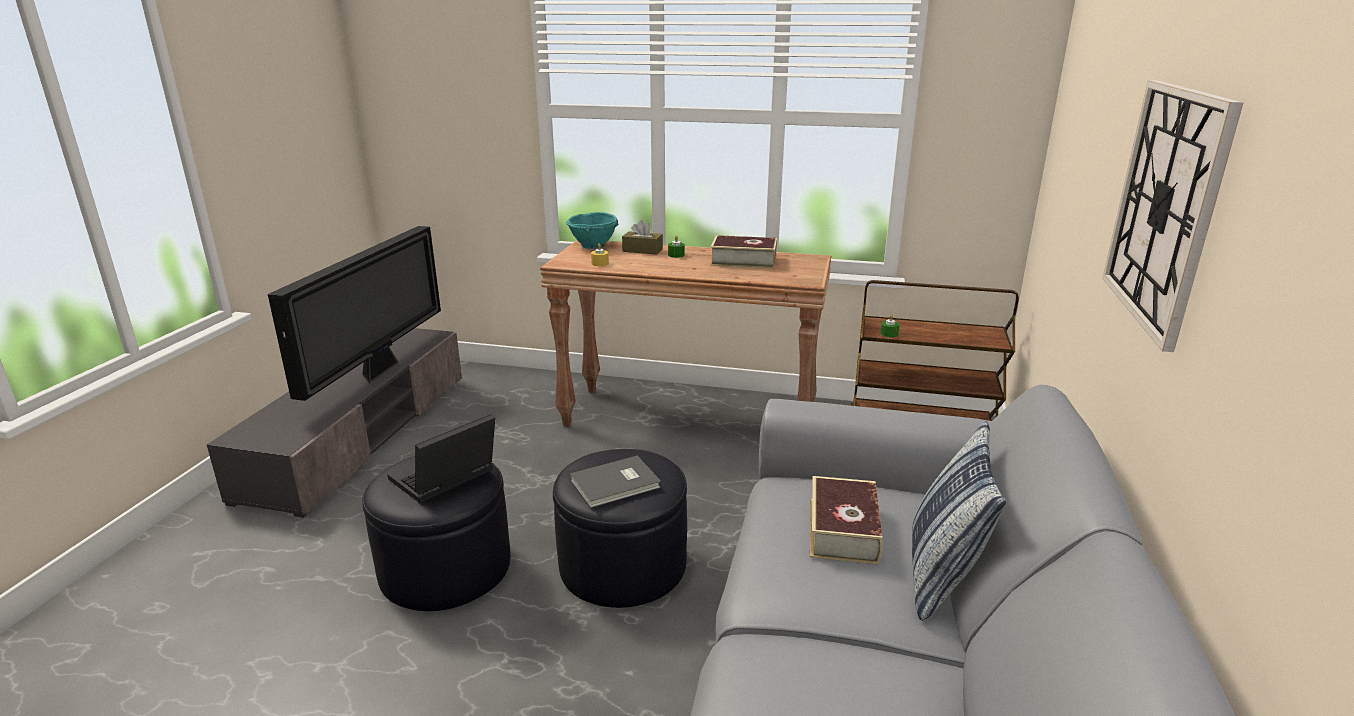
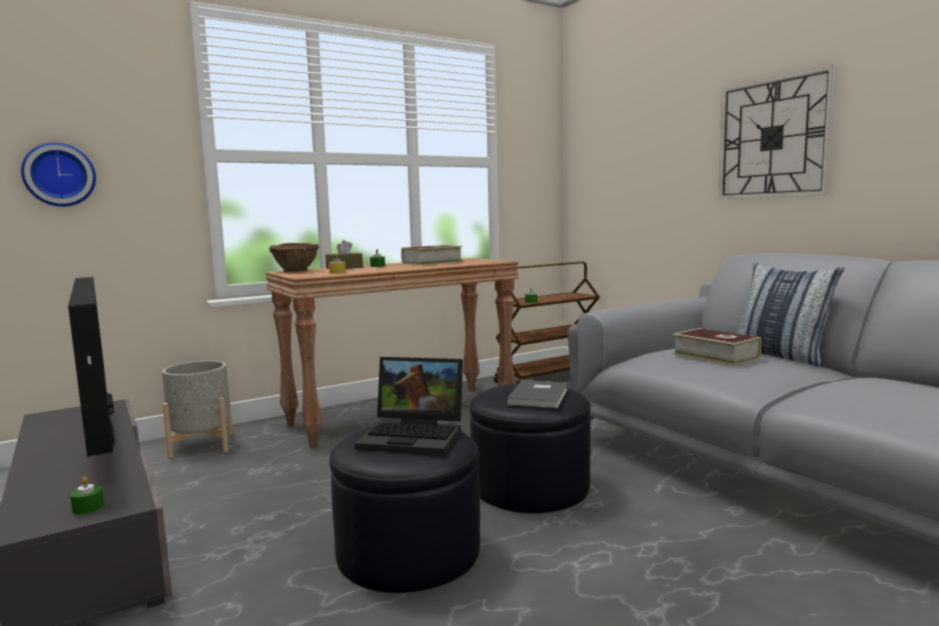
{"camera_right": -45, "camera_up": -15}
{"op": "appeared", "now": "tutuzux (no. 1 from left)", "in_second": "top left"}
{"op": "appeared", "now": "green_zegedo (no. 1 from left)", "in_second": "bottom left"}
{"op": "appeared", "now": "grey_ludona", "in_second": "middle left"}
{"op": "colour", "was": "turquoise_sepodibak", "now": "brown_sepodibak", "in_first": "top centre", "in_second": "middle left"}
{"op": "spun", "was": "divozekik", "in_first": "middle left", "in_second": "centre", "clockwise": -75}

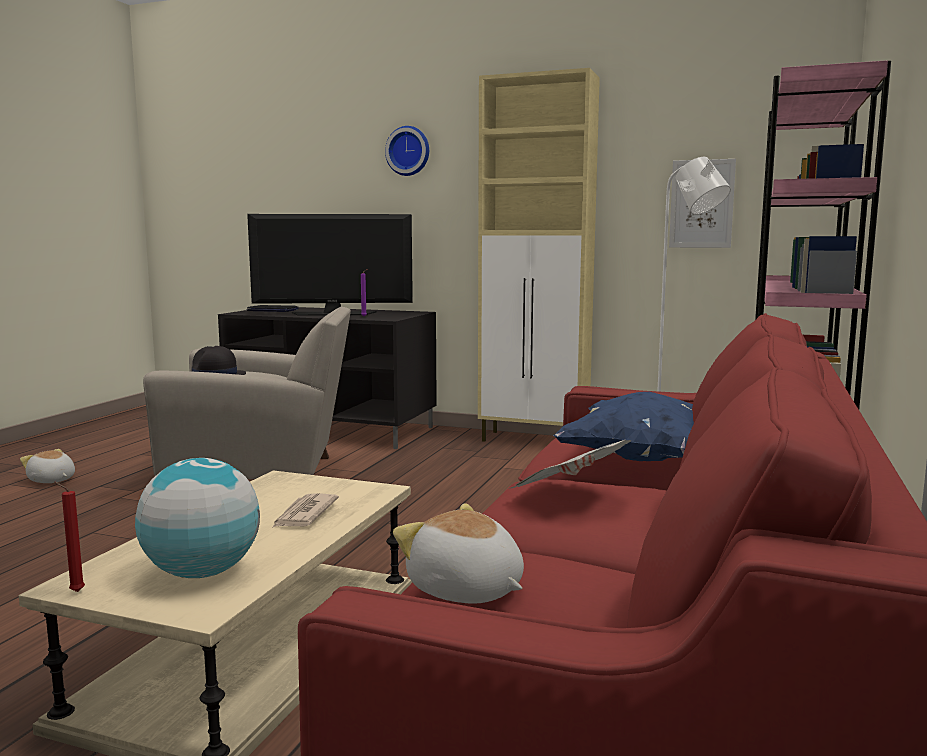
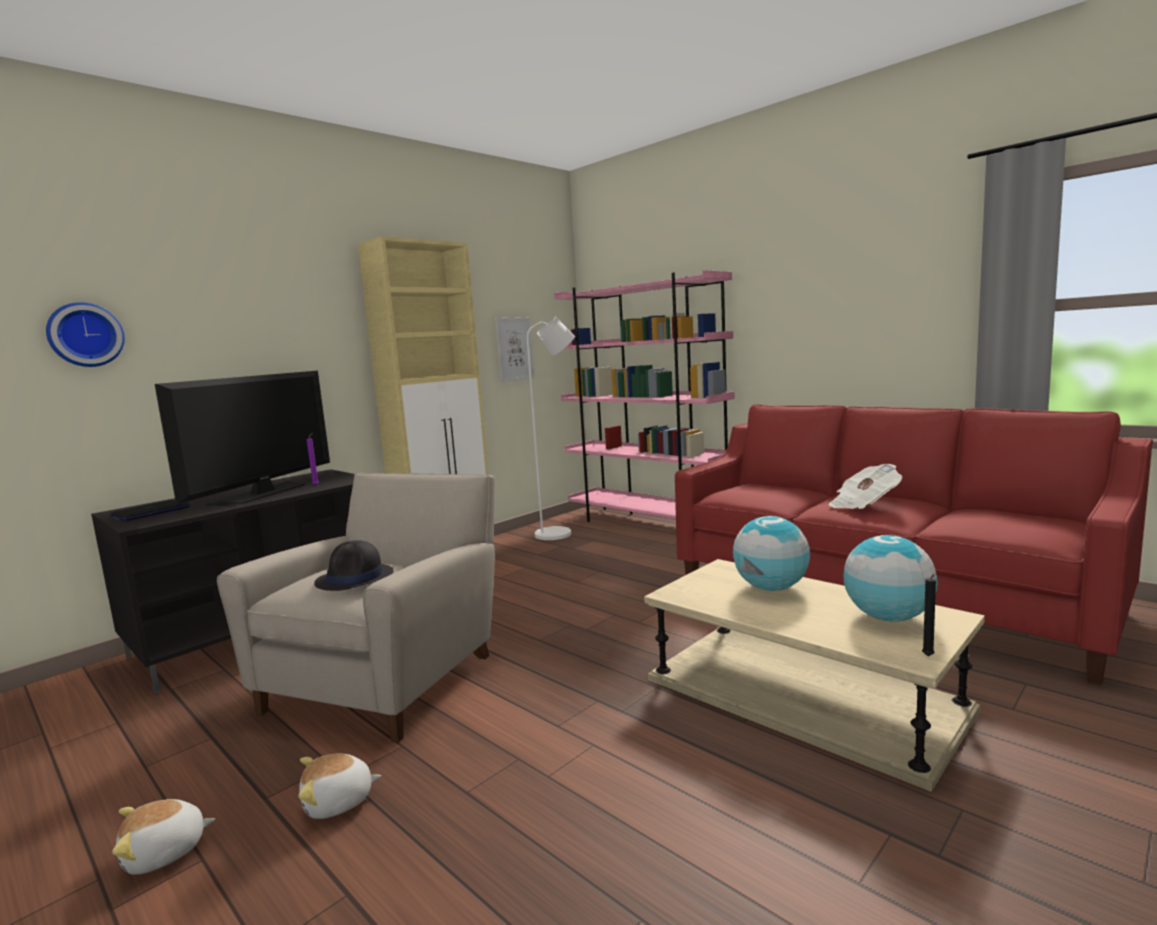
{"camera_right": -65, "camera_up": 0}
{"op": "relocated", "was": "tutuzux", "in_first": "top centre", "in_second": "middle left"}
{"op": "relocated", "was": "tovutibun (no. 2 from left)", "in_first": "bottom centre", "in_second": "bottom left"}
{"op": "exchanged", "was": "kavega (no. 1 from left)", "now": "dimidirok (no. 1 from left)", "in_first": "bottom left", "in_second": "centre"}
{"op": "colour", "was": "red_zegedo", "now": "black_zegedo", "in_first": "bottom left", "in_second": "middle right"}
{"op": "missing", "was": "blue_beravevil", "in_first": "middle right"}

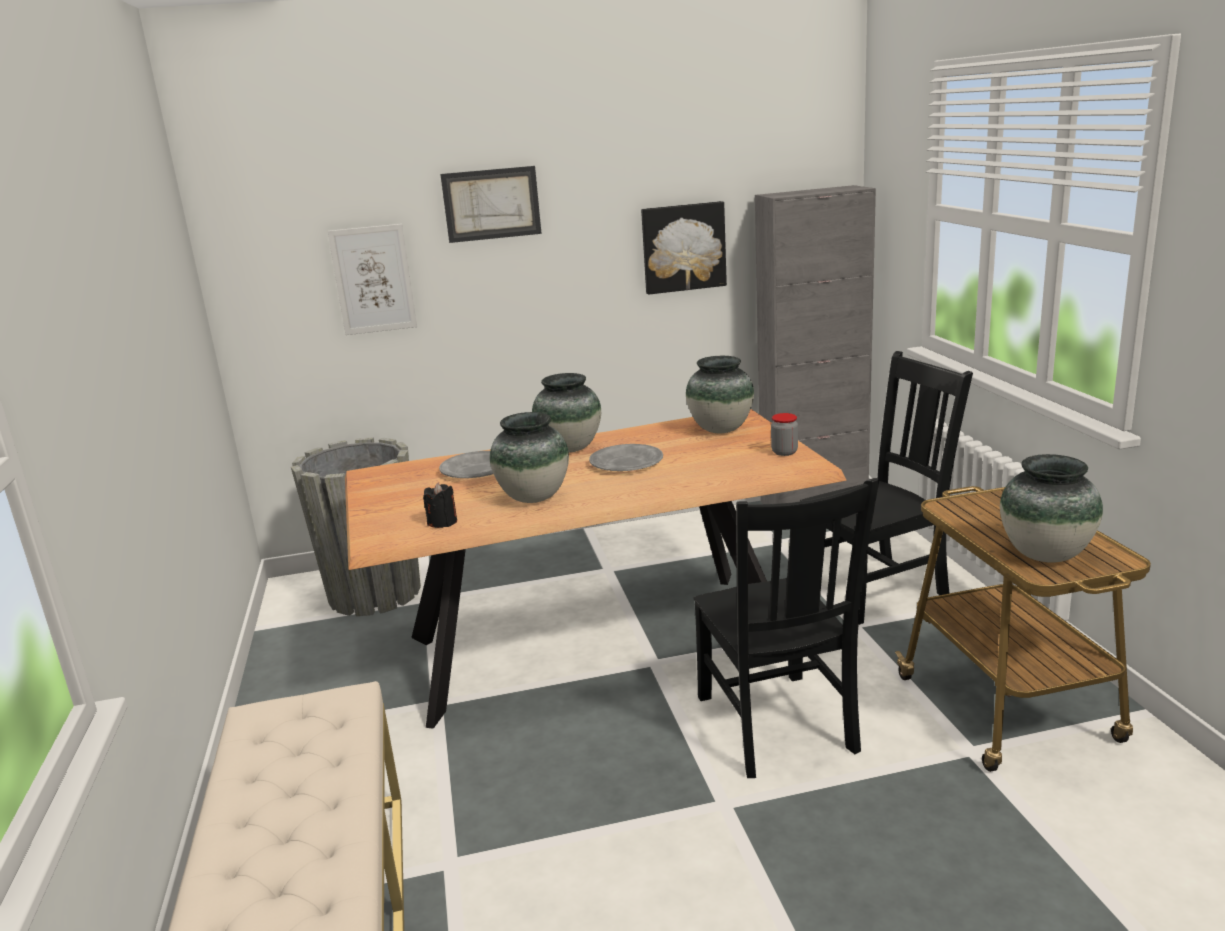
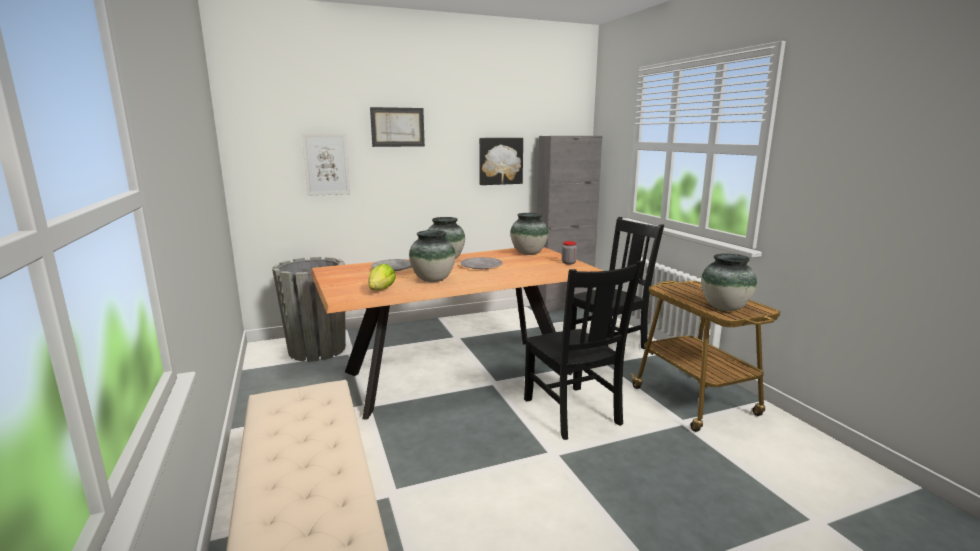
{"camera_right": -10, "camera_up": -5}
{"op": "exchanged", "was": "black_zegedo", "now": "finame", "in_first": "centre", "in_second": "centre"}

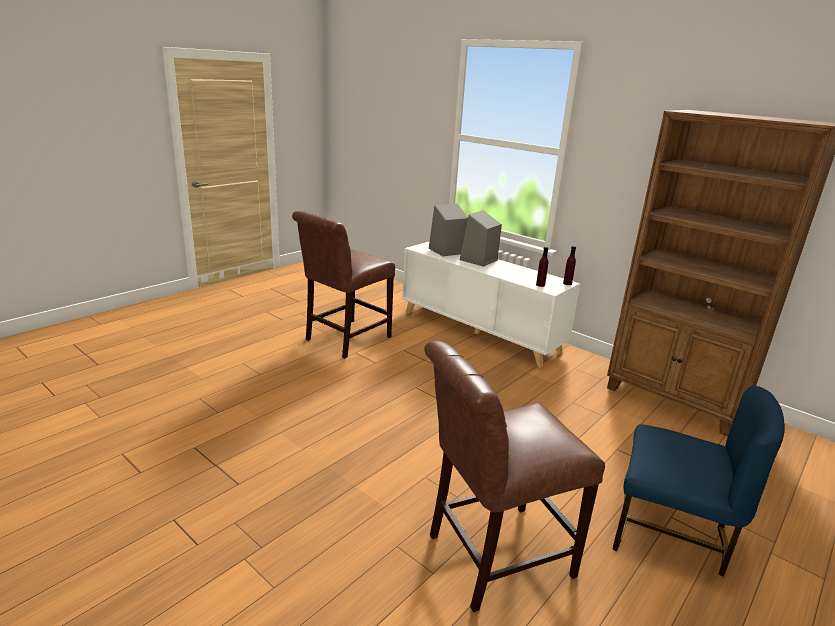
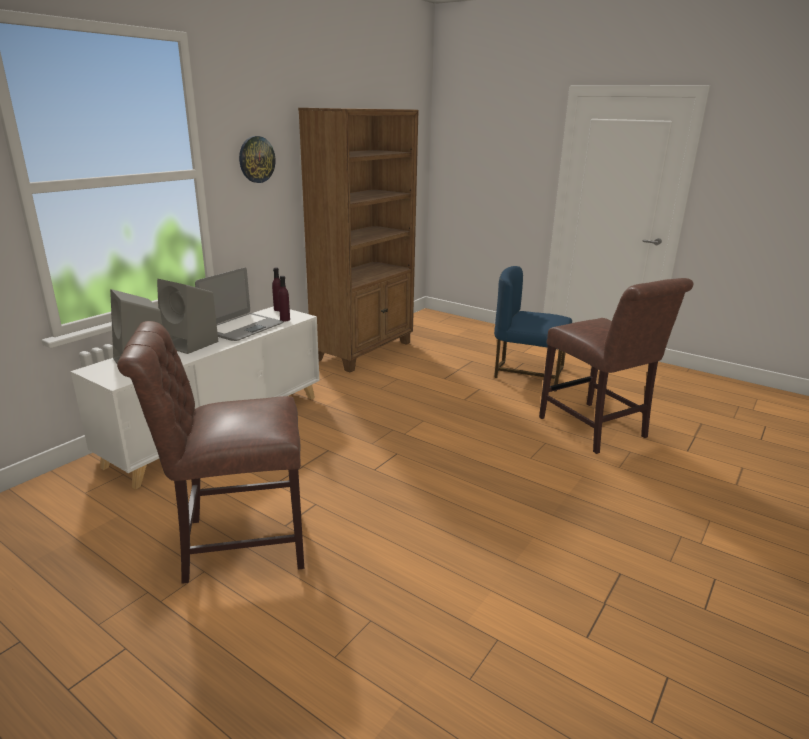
{"camera_right": -95, "camera_up": 0}
{"op": "spun", "was": "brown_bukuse (no. 1 from left)", "in_first": "centre", "in_second": "middle left", "clockwise": 135}
{"op": "appeared", "now": "divozekik", "in_second": "middle left"}
{"op": "appeared", "now": "tutuzux", "in_second": "top left"}
{"op": "spun", "was": "blue_bukuse", "in_first": "bottom right", "in_second": "centre", "clockwise": -90}

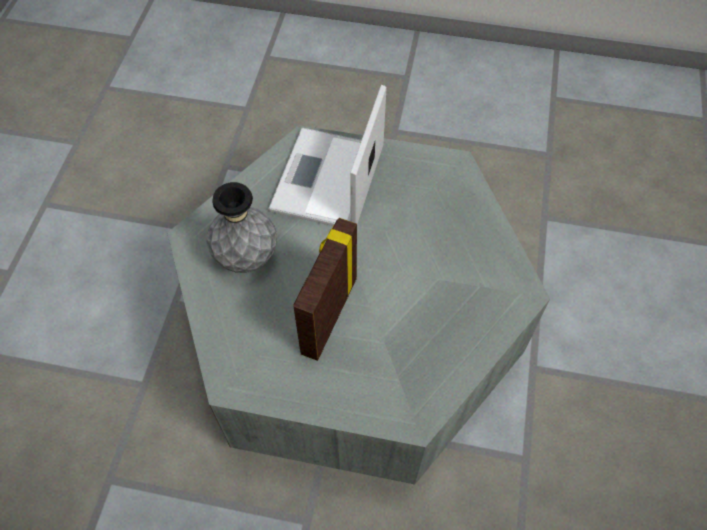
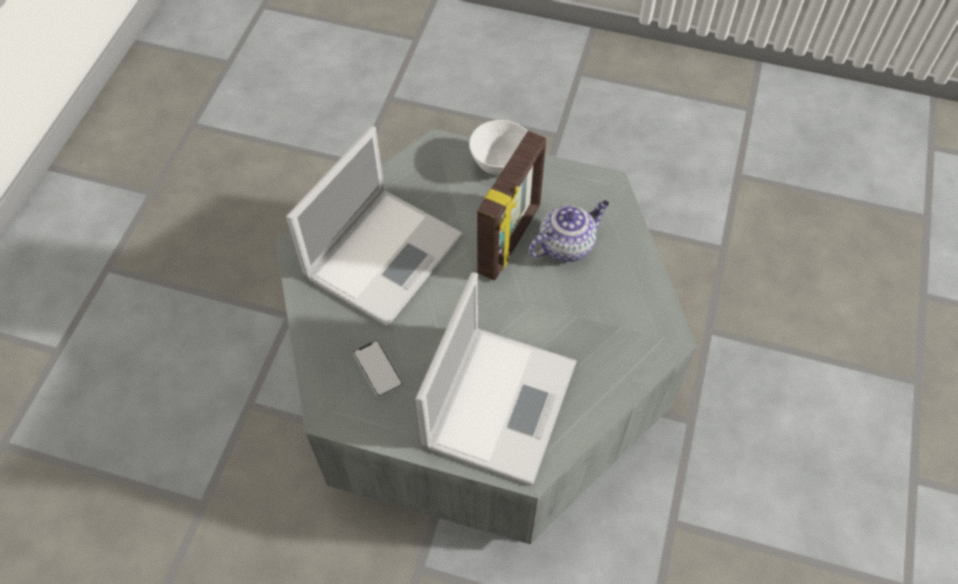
{"camera_right": -175, "camera_up": 0}
{"op": "appeared", "now": "divozekik (no. 1 from left)", "in_second": "centre"}
{"op": "appeared", "now": "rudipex", "in_second": "centre"}
{"op": "appeared", "now": "white_sepodibak", "in_second": "top centre"}
{"op": "appeared", "now": "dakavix", "in_second": "centre"}
{"op": "missing", "was": "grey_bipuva", "in_first": "centre"}

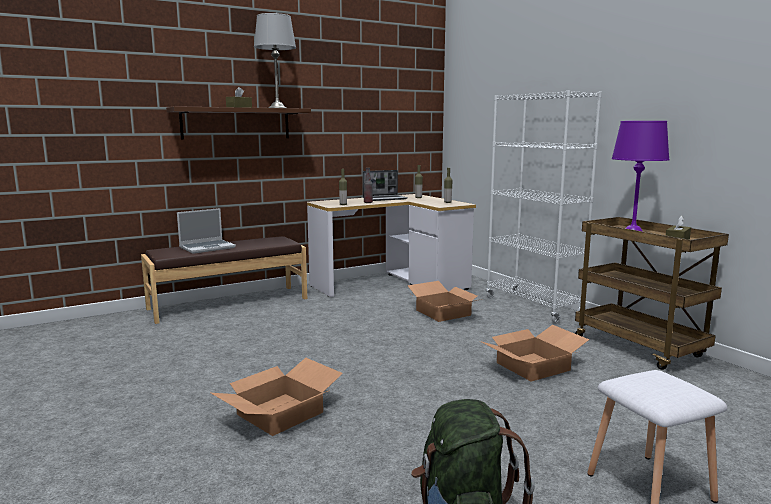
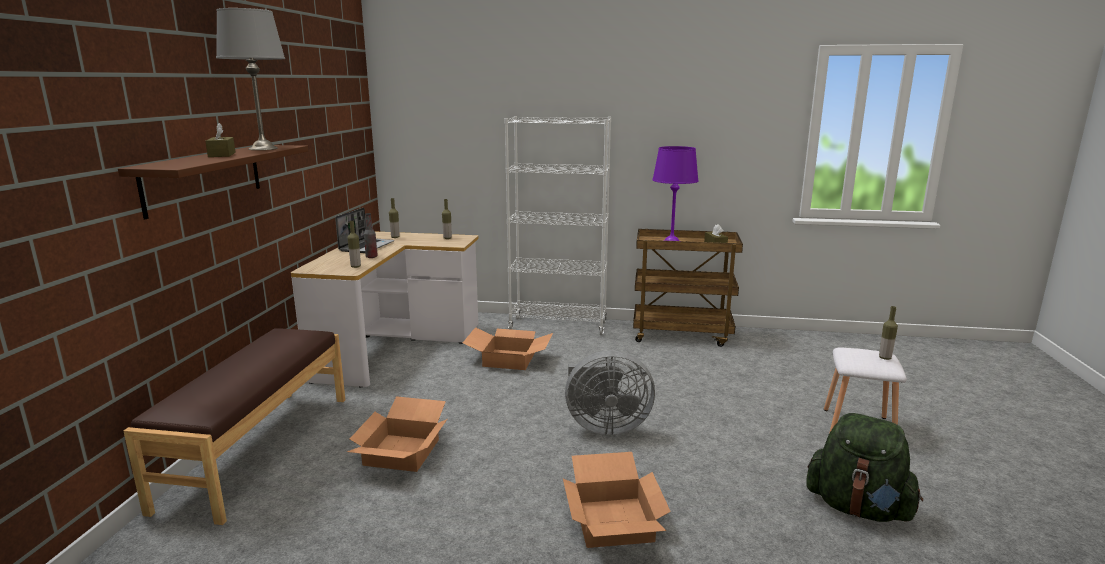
{"camera_right": -50, "camera_up": 5}
{"op": "relocated", "was": "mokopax (no. 3 from left in the first image)", "now": "mokopax (no. 1 from left)", "in_first": "bottom right", "in_second": "bottom centre"}
{"op": "appeared", "now": "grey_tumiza", "in_second": "bottom centre"}
{"op": "appeared", "now": "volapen (no. 5 from left)", "in_second": "middle right"}
{"op": "missing", "was": "divozekik (no. 1 from left)", "in_first": "middle left"}

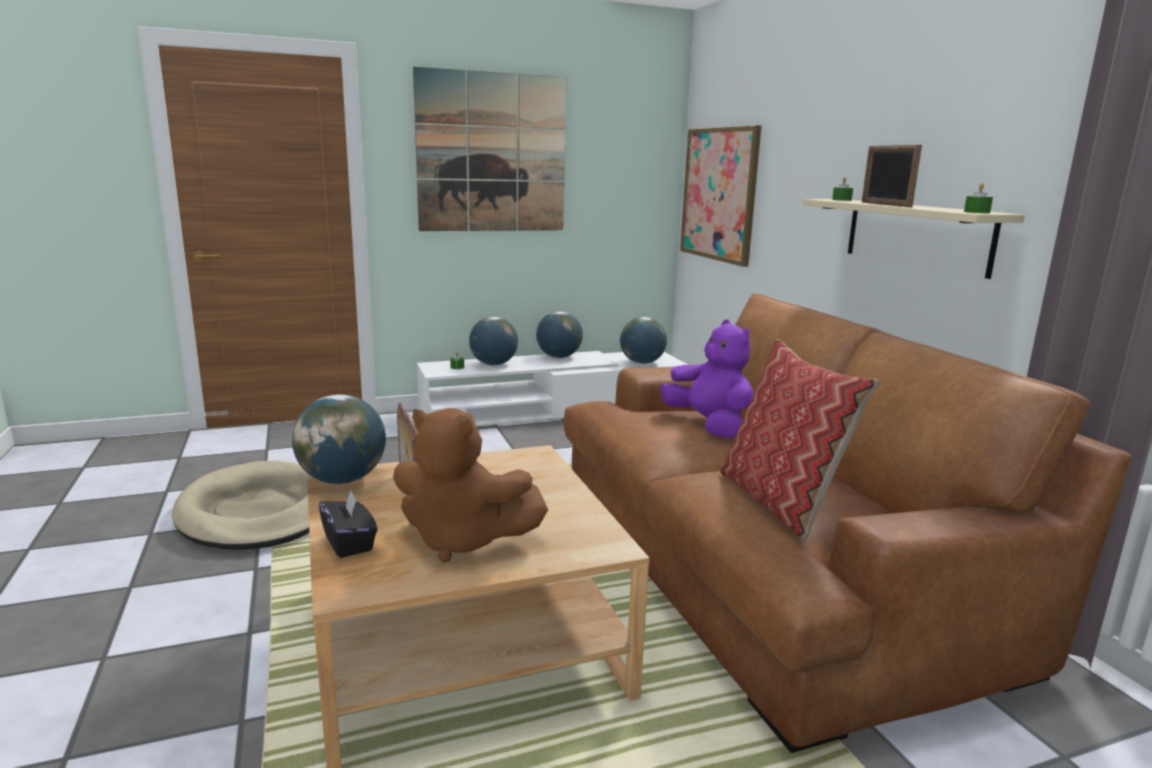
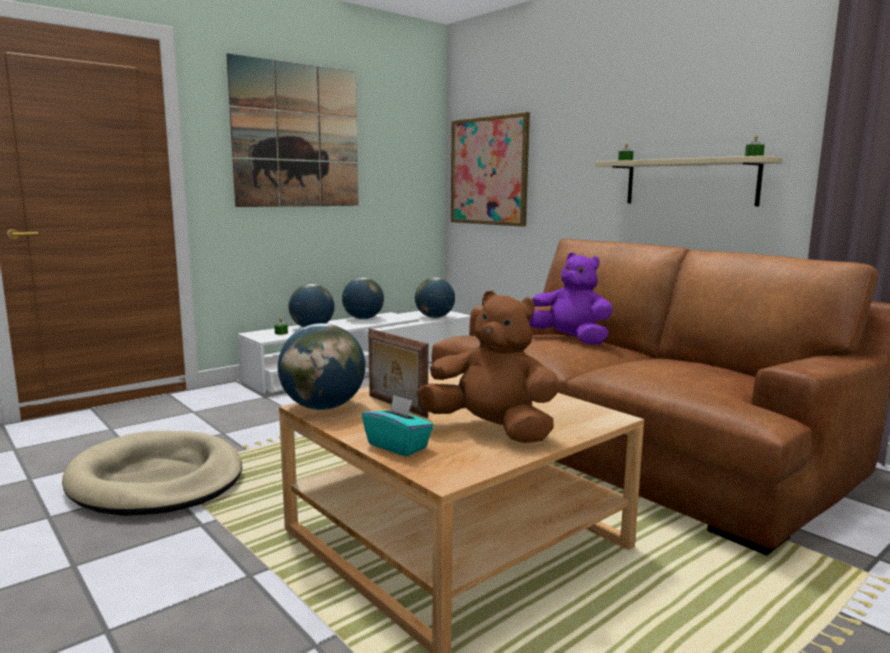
{"camera_right": -20, "camera_up": -5}
{"op": "colour", "was": "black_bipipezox", "now": "turquoise_bipipezox", "in_first": "bottom left", "in_second": "centre"}
{"op": "spun", "was": "brown_tovutibun", "in_first": "centre", "in_second": "centre", "clockwise": -150}
{"op": "missing", "was": "beravevil", "in_first": "middle right"}
{"op": "missing", "was": "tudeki (no. 2 from left)", "in_first": "top right"}

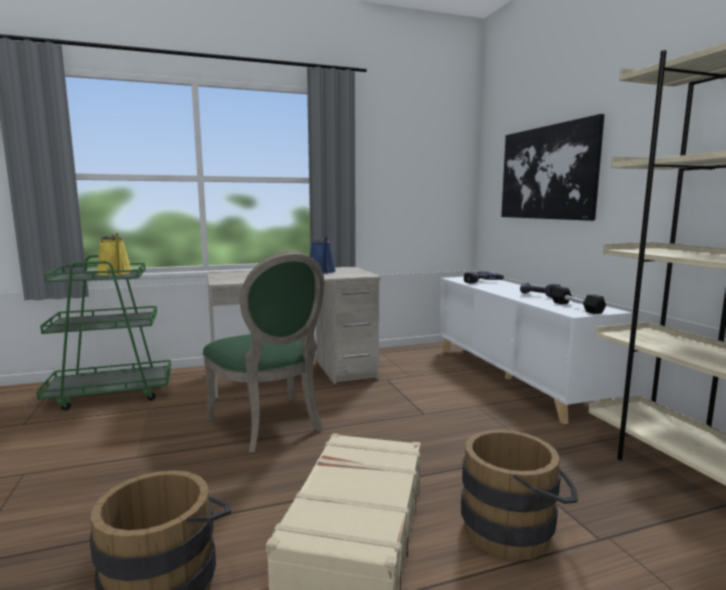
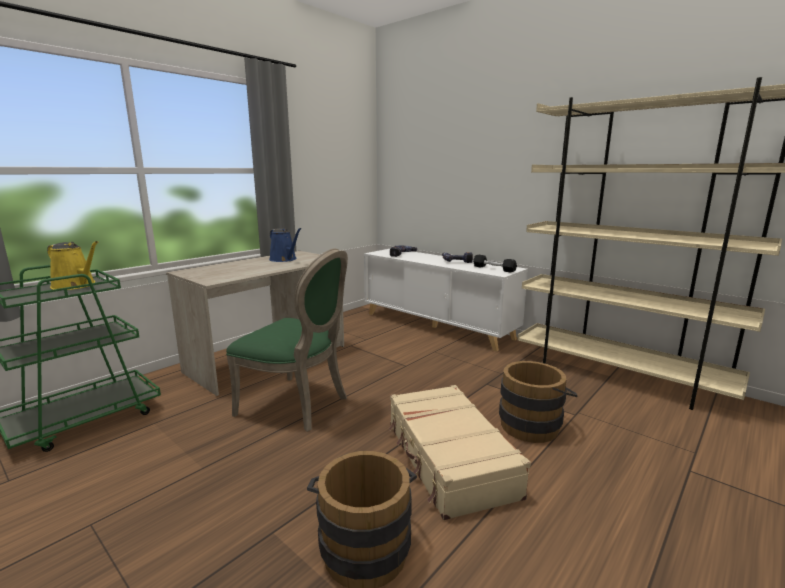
{"camera_right": -30, "camera_up": 5}
{"op": "missing", "was": "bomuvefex", "in_first": "top right"}

